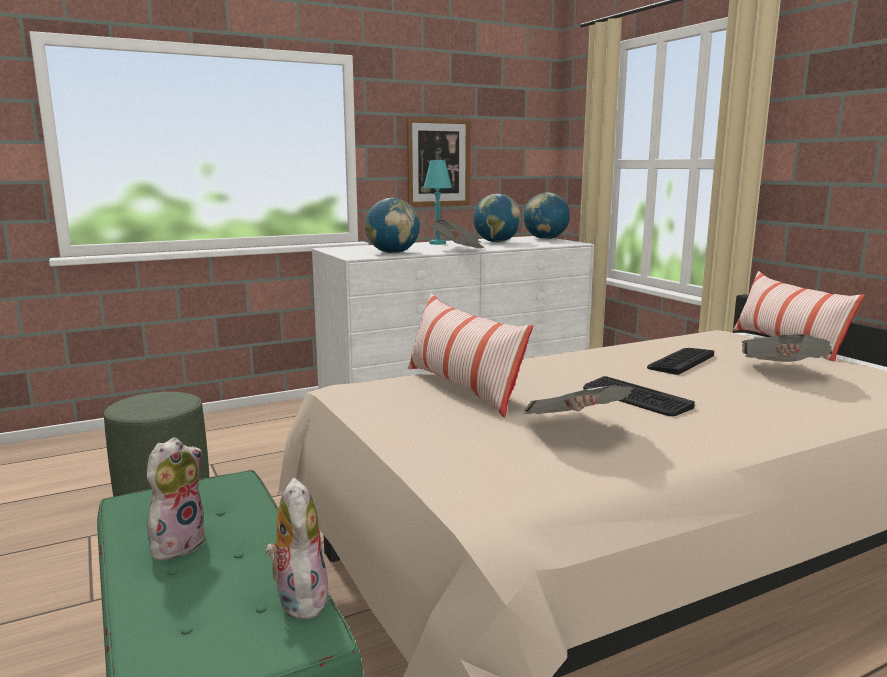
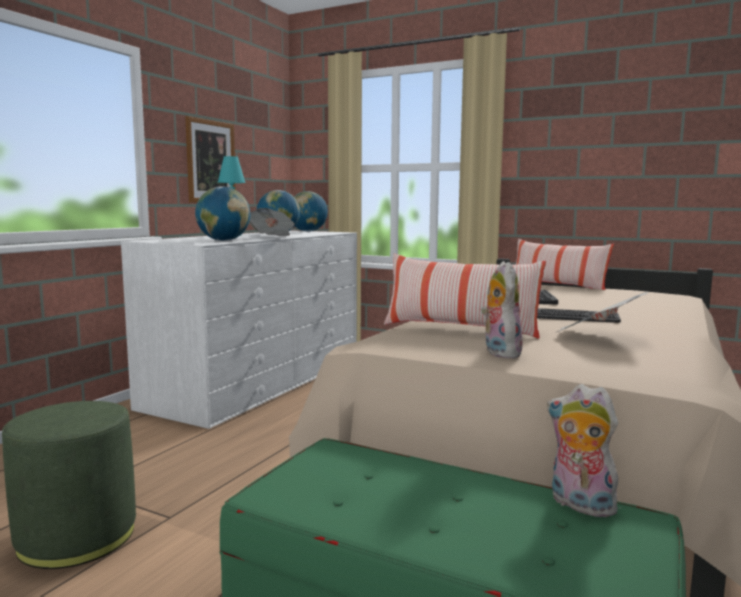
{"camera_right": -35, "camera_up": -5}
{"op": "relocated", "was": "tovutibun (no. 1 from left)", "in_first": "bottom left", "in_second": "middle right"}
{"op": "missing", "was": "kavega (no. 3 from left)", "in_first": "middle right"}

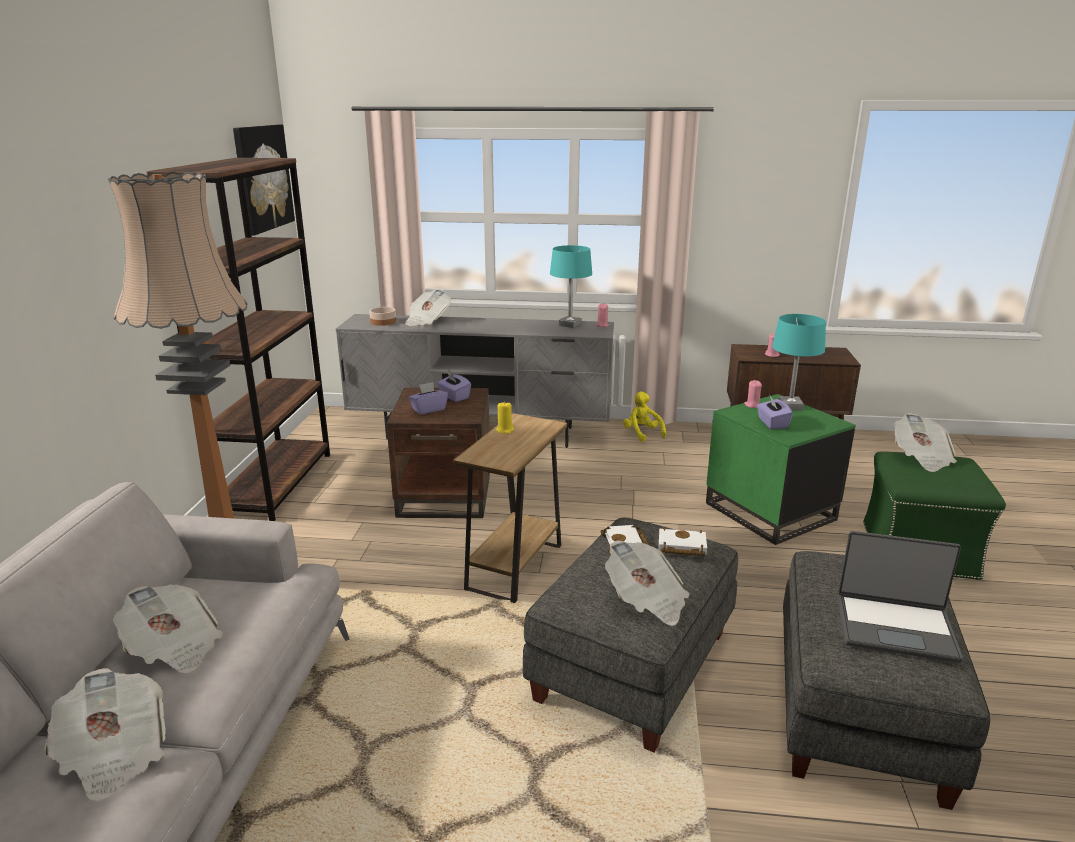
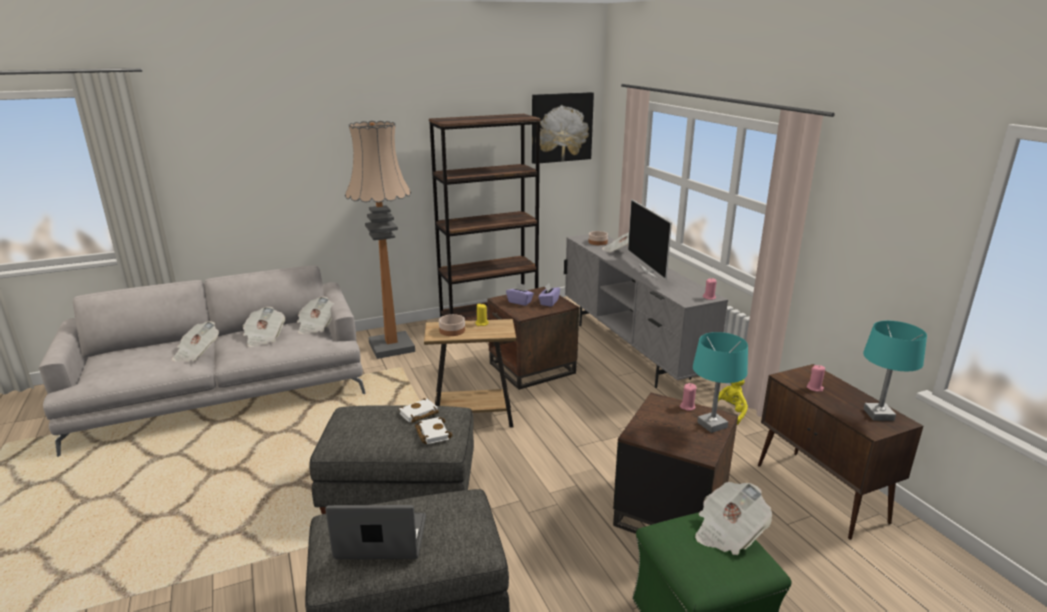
{"camera_right": 60, "camera_up": 0}
{"op": "relocated", "was": "kavega (no. 4 from left in the first image)", "now": "kavega (no. 3 from left)", "in_first": "bottom centre", "in_second": "middle left"}
{"op": "spun", "was": "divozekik", "in_first": "bottom right", "in_second": "bottom centre", "clockwise": 105}
{"op": "appeared", "now": "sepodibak (no. 1 from left)", "in_second": "centre"}
{"op": "colour", "was": "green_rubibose", "now": "brown_rubibose (no. 3 from left)", "in_first": "middle right", "in_second": "bottom centre"}
{"op": "appeared", "now": "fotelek", "in_second": "centre"}
{"op": "relocated", "was": "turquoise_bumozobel (no. 1 from left in the first image)", "now": "turquoise_bumozobel (no. 2 from left)", "in_first": "centre", "in_second": "middle right"}
{"op": "missing", "was": "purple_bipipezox (no. 3 from left)", "in_first": "middle right"}

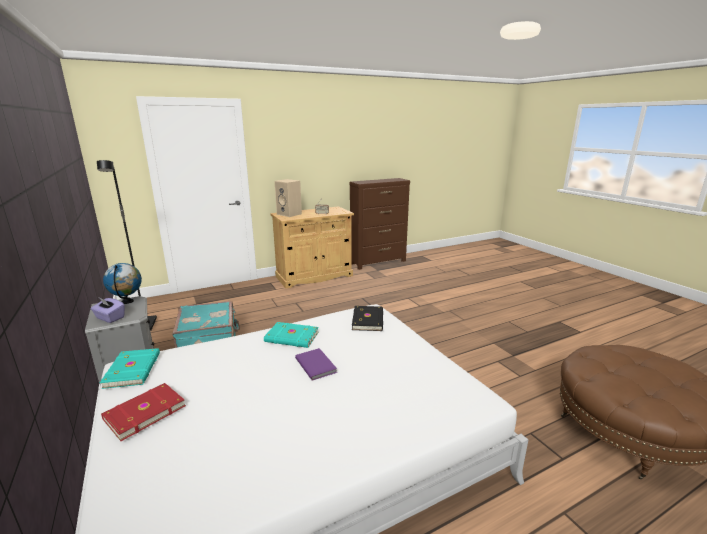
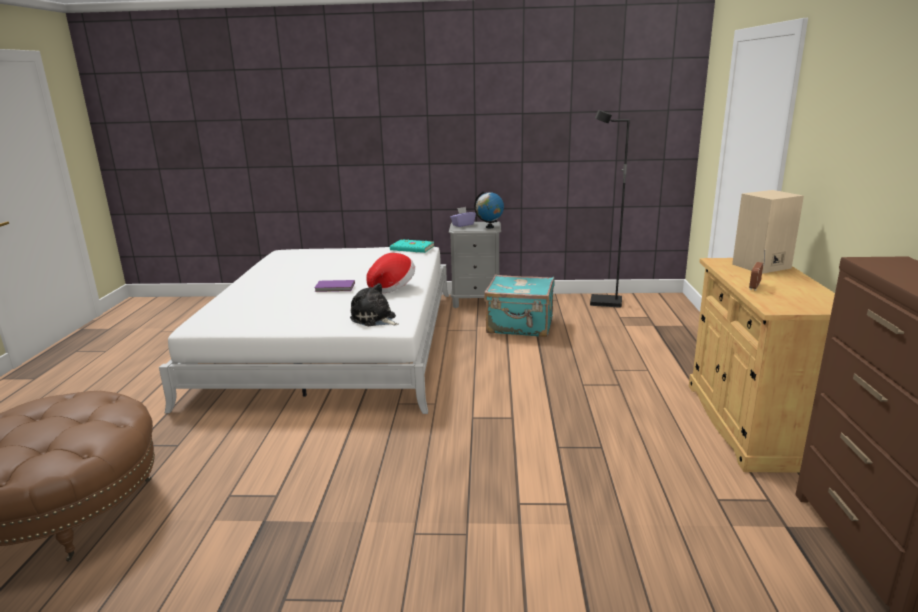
{"camera_right": 120, "camera_up": 0}
{"op": "exchanged", "was": "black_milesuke", "now": "tovutibun", "in_first": "centre", "in_second": "centre"}
{"op": "exchanged", "was": "turquoise_milesuke (no. 2 from left)", "now": "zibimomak", "in_first": "centre", "in_second": "centre"}
{"op": "missing", "was": "red_milesuke", "in_first": "bottom left"}

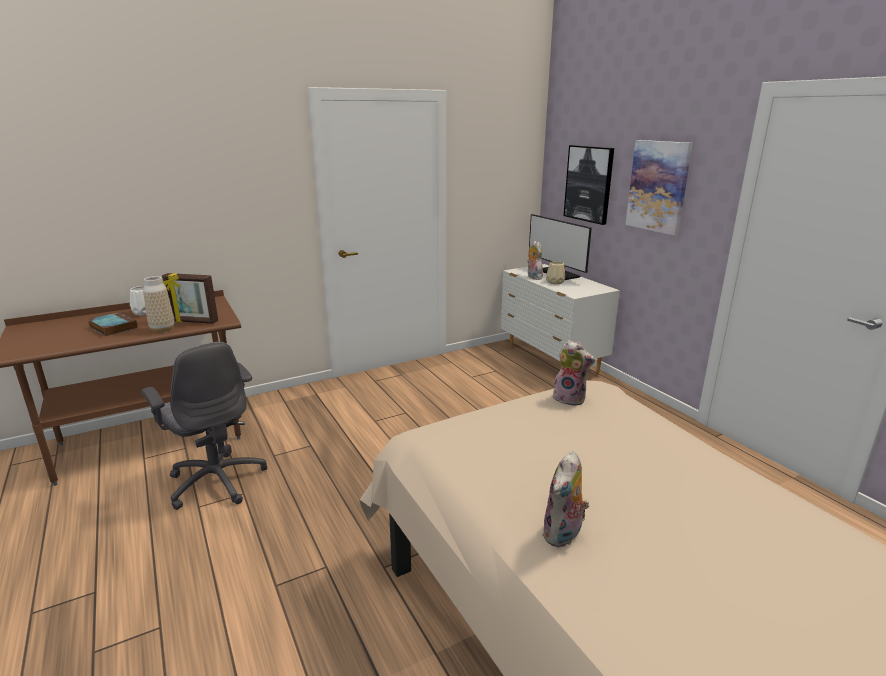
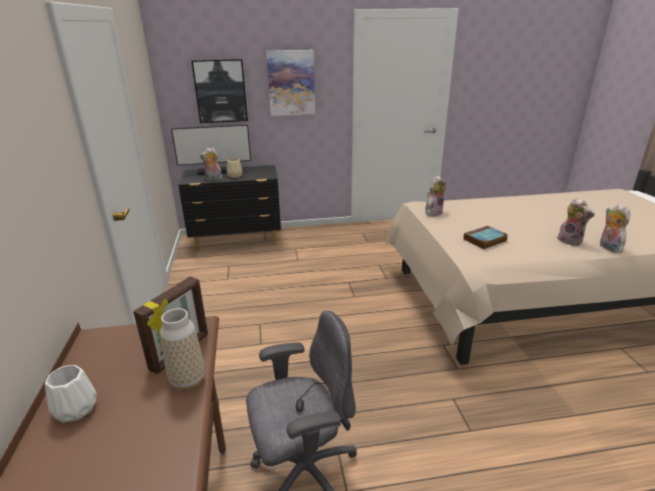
{"camera_right": -70, "camera_up": 5}
{"op": "colour", "was": "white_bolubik", "now": "black_bolubik", "in_first": "centre", "in_second": "centre"}
{"op": "relocated", "was": "milesuke", "in_first": "middle left", "in_second": "middle right"}
{"op": "appeared", "now": "tovutibun (no. 4 from left)", "in_second": "middle right"}

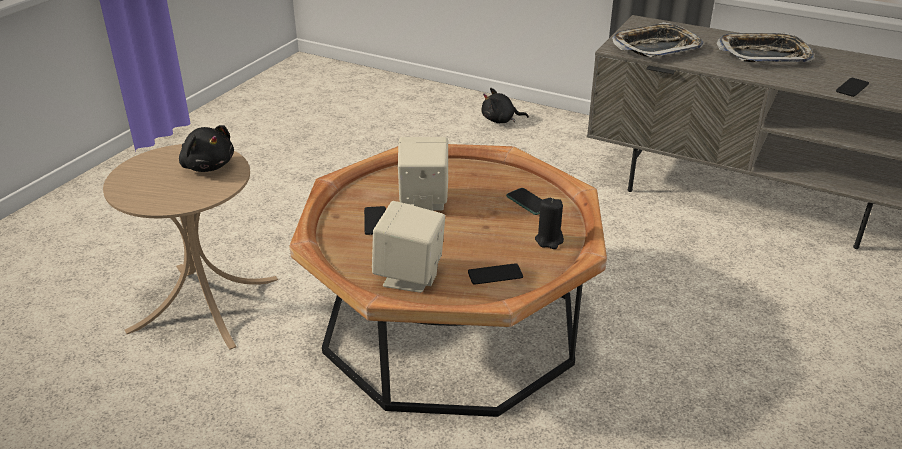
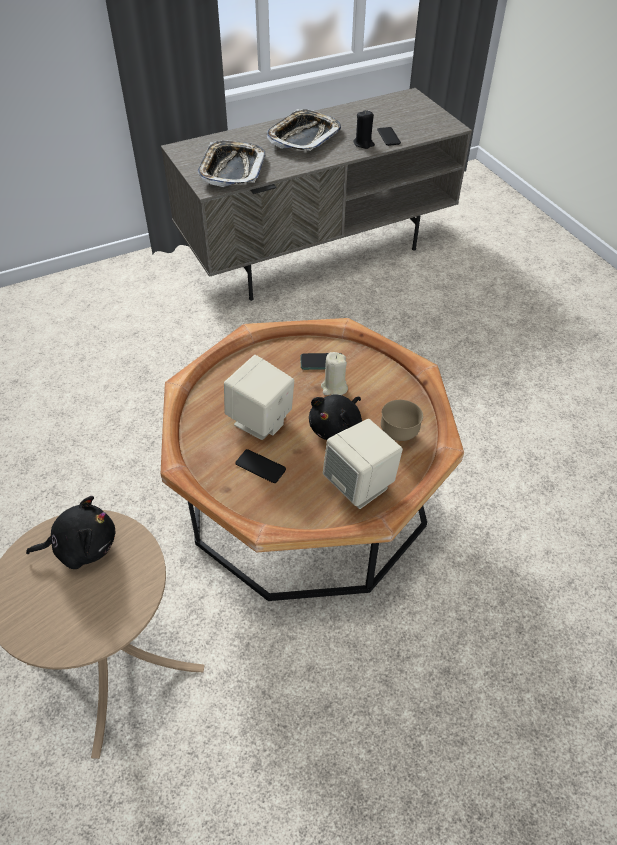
{"camera_right": -55, "camera_up": 15}
{"op": "relocated", "was": "black_tovutibun (no. 2 from left)", "in_first": "top centre", "in_second": "centre"}
{"op": "appeared", "now": "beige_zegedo", "in_second": "centre"}
{"op": "relocated", "was": "black_zegedo", "in_first": "centre", "in_second": "top centre"}
{"op": "exchanged", "was": "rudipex (no. 2 from left)", "now": "brown_sepodibak", "in_first": "centre", "in_second": "centre"}

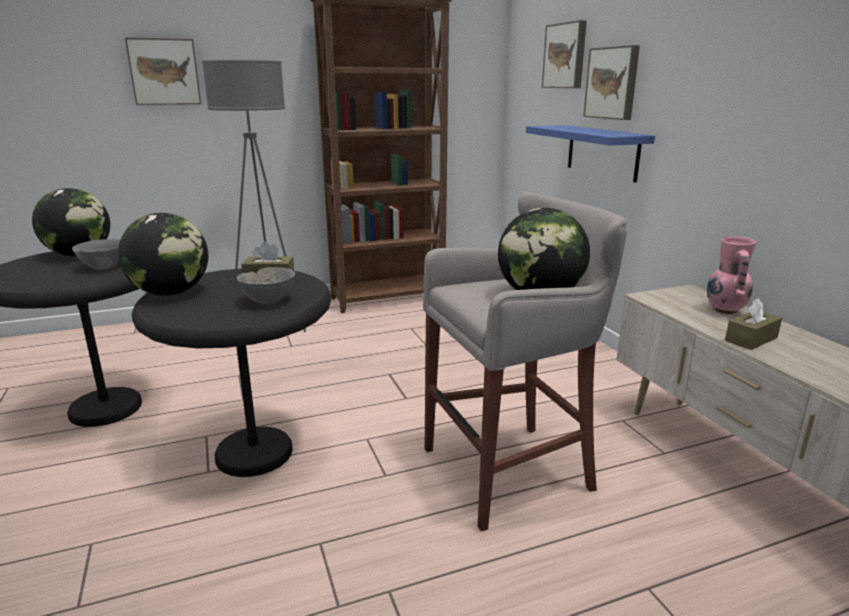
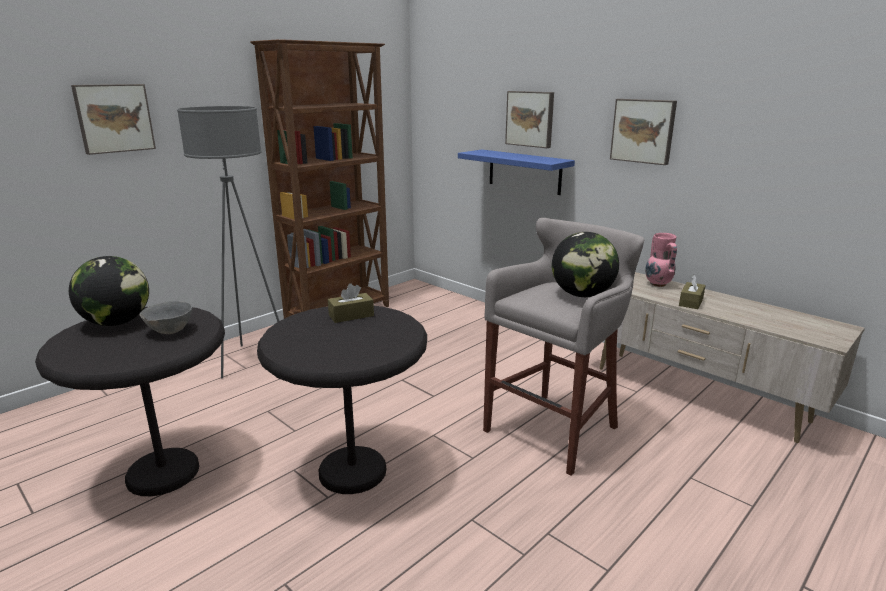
{"camera_right": -25, "camera_up": 0}
{"op": "relocated", "was": "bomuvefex (no. 2 from left in the first image)", "now": "bomuvefex (no. 3 from left)", "in_first": "top centre", "in_second": "top right"}
{"op": "missing", "was": "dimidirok (no. 2 from left)", "in_first": "middle left"}
{"op": "missing", "was": "grey_sepodibak (no. 2 from left)", "in_first": "middle left"}

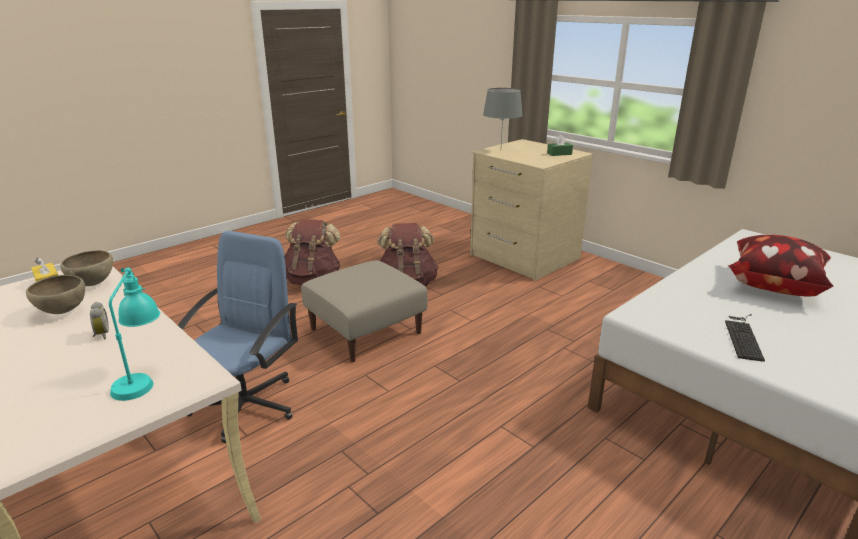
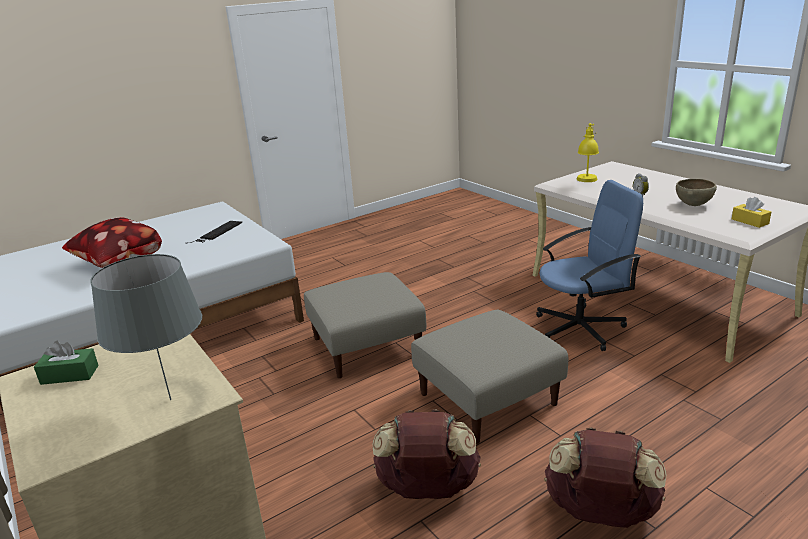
{"camera_right": -170, "camera_up": 0}
{"op": "appeared", "now": "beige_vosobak (no. 1 from left)", "in_second": "centre"}
{"op": "spun", "was": "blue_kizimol", "in_first": "middle left", "in_second": "middle right", "clockwise": -135}
{"op": "colour", "was": "turquoise_bumozobel", "now": "yellow_bumozobel", "in_first": "middle left", "in_second": "top right"}
{"op": "missing", "was": "brown_sepodibak (no. 2 from left)", "in_first": "middle left"}

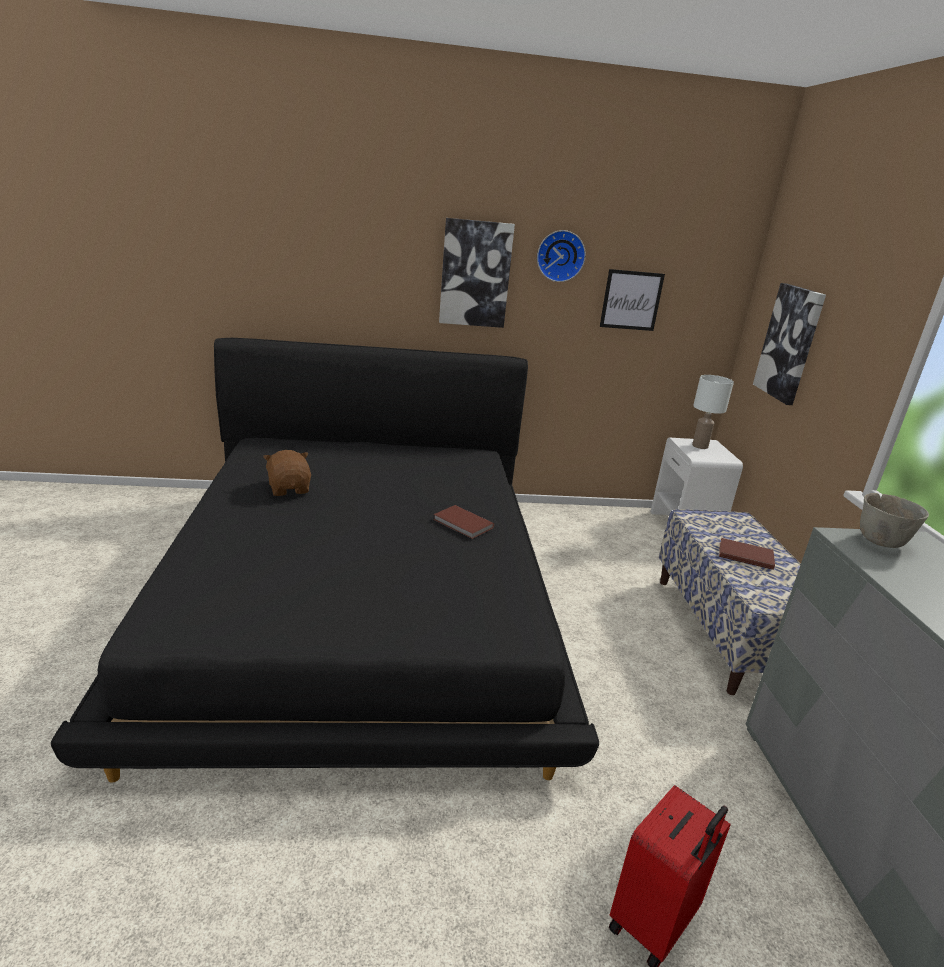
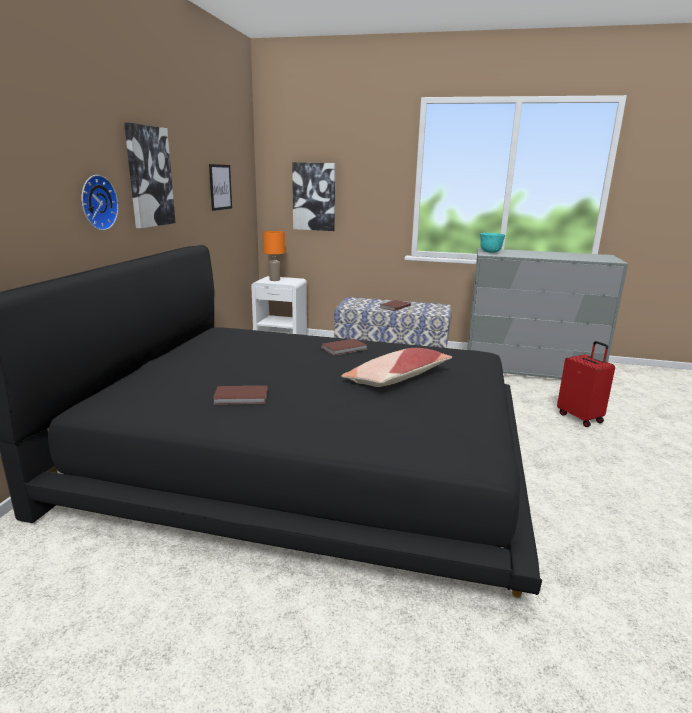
{"camera_right": -70, "camera_up": -5}
{"op": "relocated", "was": "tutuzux", "in_first": "top centre", "in_second": "top left"}
{"op": "exchanged", "was": "brown_tovutibun", "now": "brown_milesuke (no. 1 from left)", "in_first": "middle left", "in_second": "centre"}
{"op": "colour", "was": "white_bumozobel", "now": "orange_bumozobel", "in_first": "middle right", "in_second": "centre"}
{"op": "appeared", "now": "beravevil", "in_second": "centre"}
{"op": "colour", "was": "grey_sepodibak", "now": "turquoise_sepodibak", "in_first": "middle right", "in_second": "middle right"}

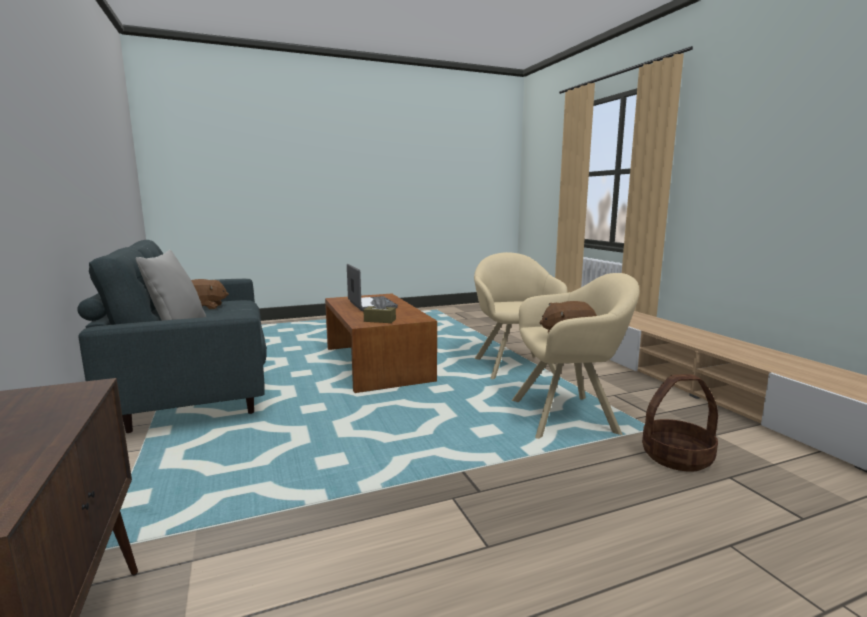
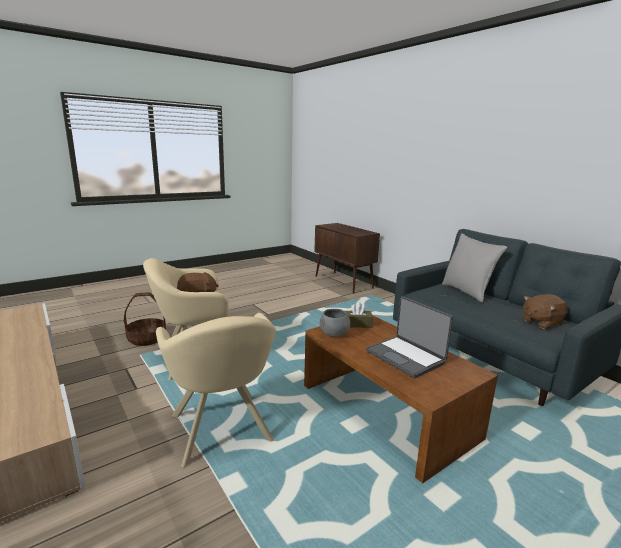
{"camera_right": 165, "camera_up": 5}
{"op": "appeared", "now": "grey_sepodibak", "in_second": "centre"}

